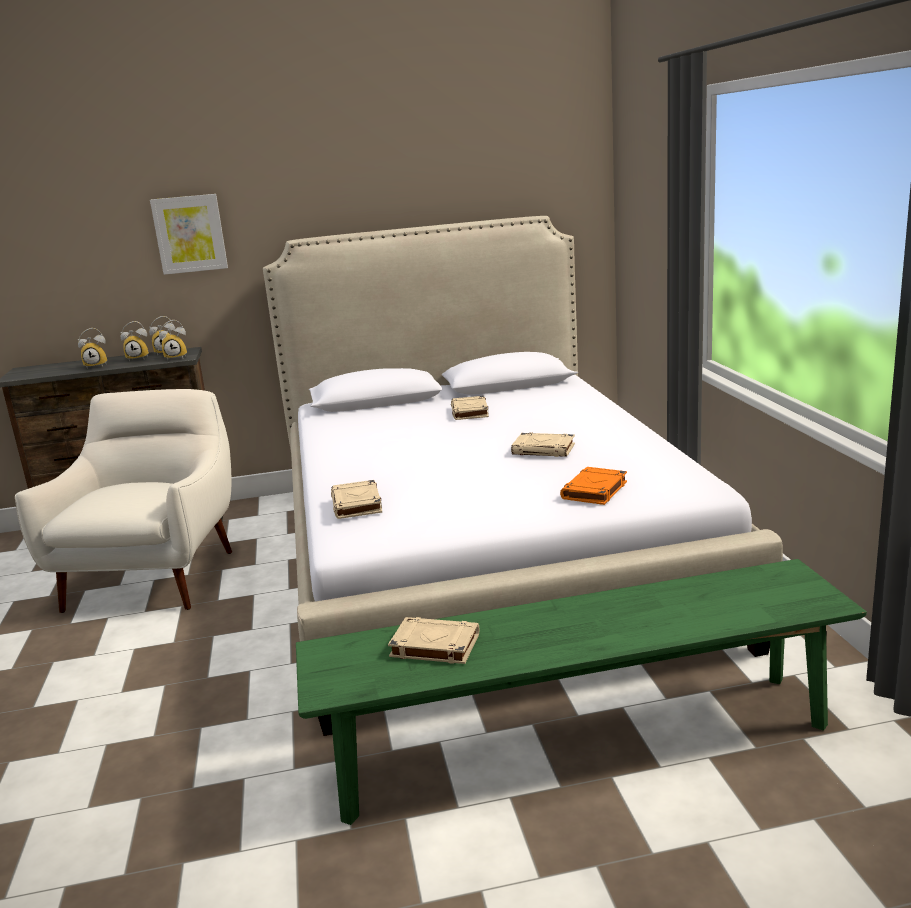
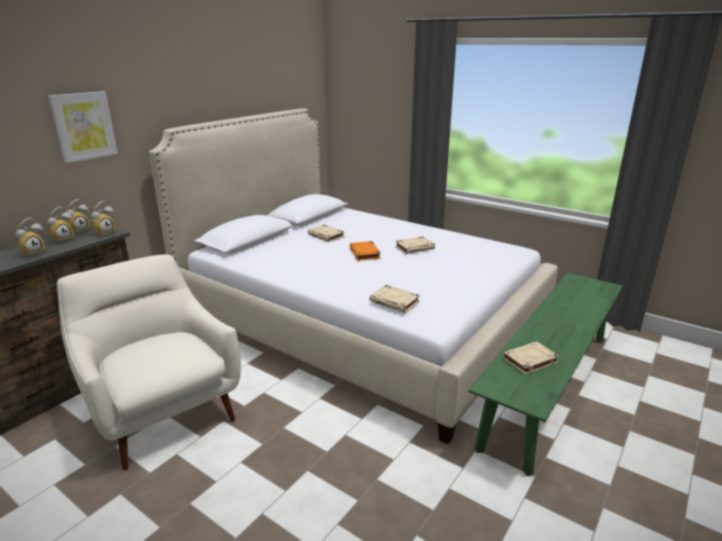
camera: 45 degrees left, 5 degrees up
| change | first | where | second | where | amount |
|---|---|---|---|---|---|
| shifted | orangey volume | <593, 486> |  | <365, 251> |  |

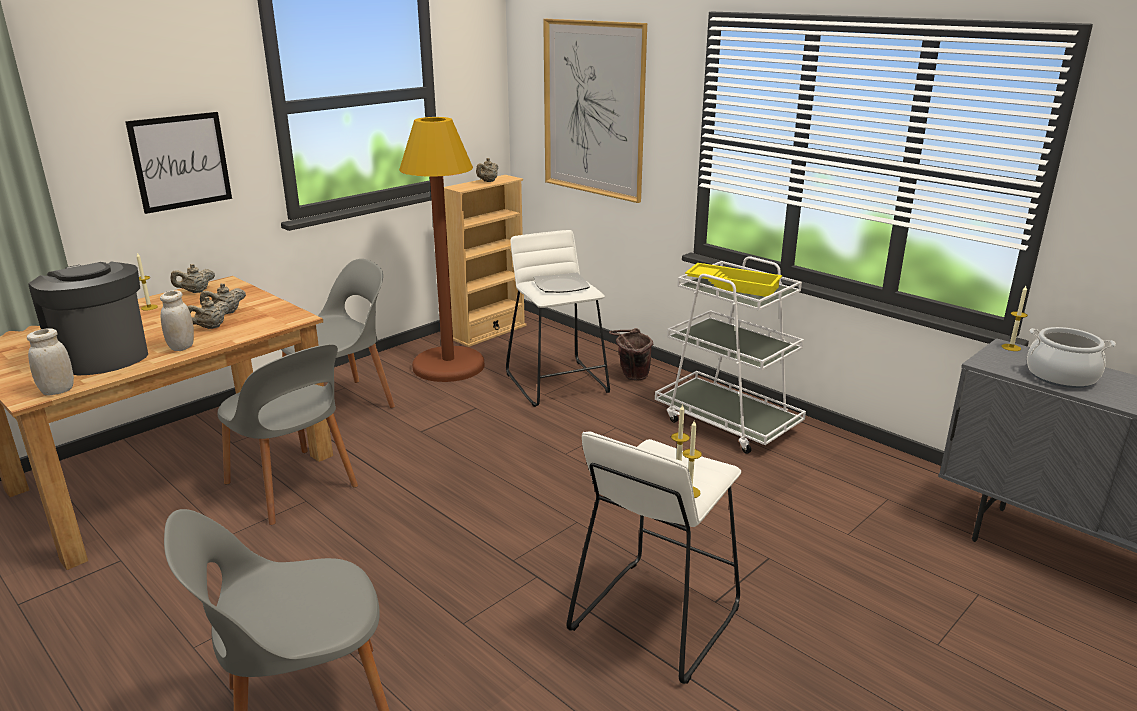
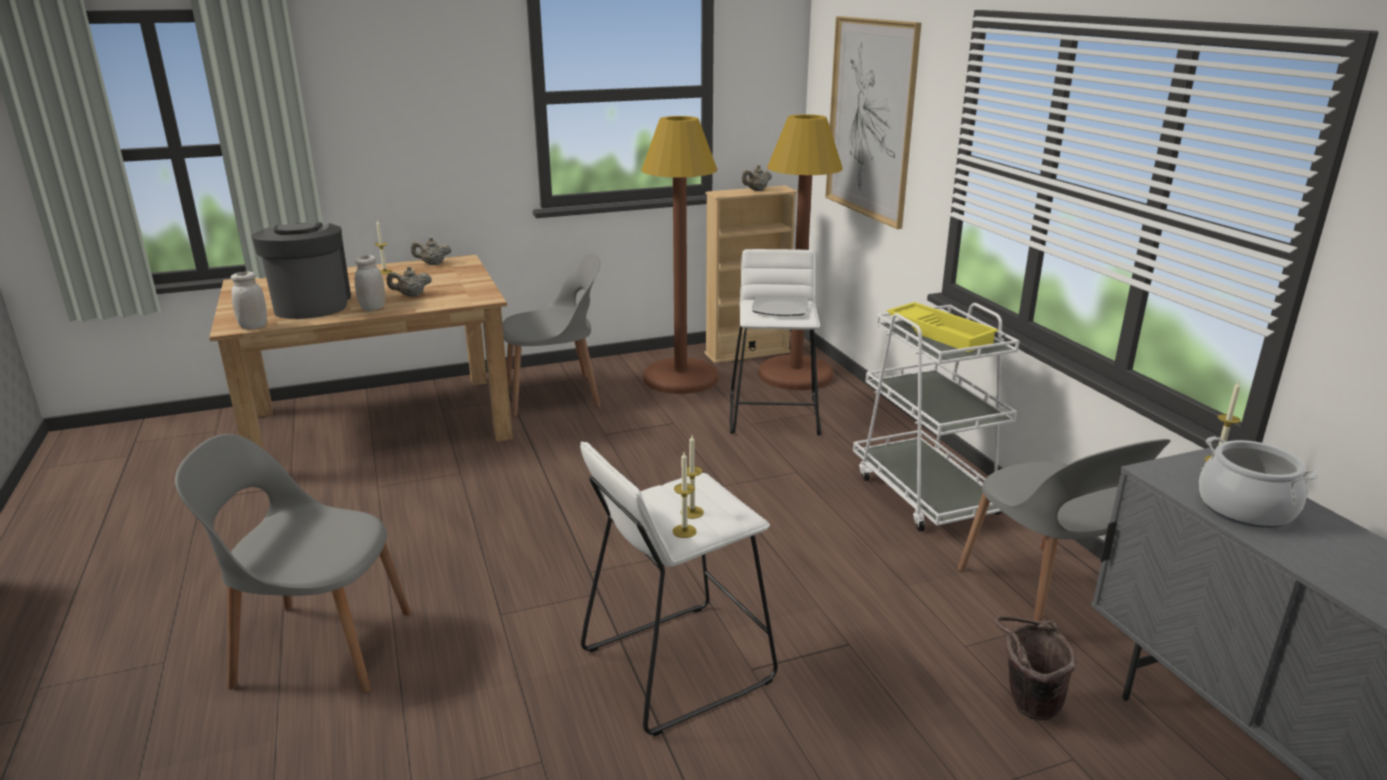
camera: 25 degrees right, 0 degrees up
| change | first | where | second | where | amount |
|---|---|---|---|---|---|
| gone | picture | <178, 163> |  |  |  |
| gone | beige-coloured pot for tea | <223, 298> |  |  |  |
| new |  |  | brown standard lamp | <801, 252> |  |
| shifted | gray plain chair | <288, 434> |  | <1064, 530> |  |
| shifted | brown pail | <631, 354> |  | <1036, 668> |  |

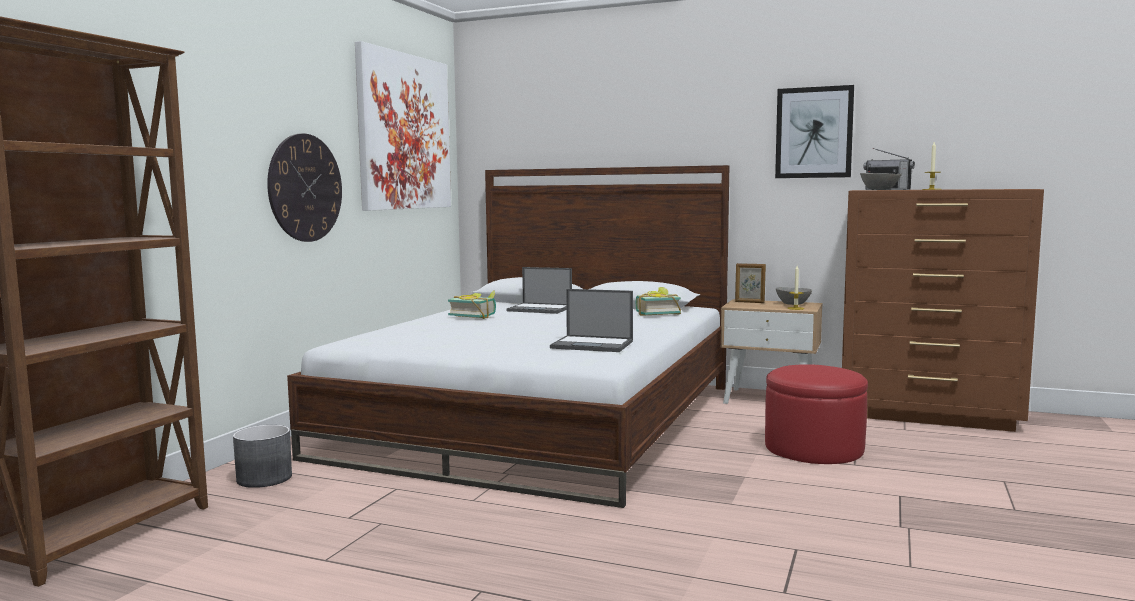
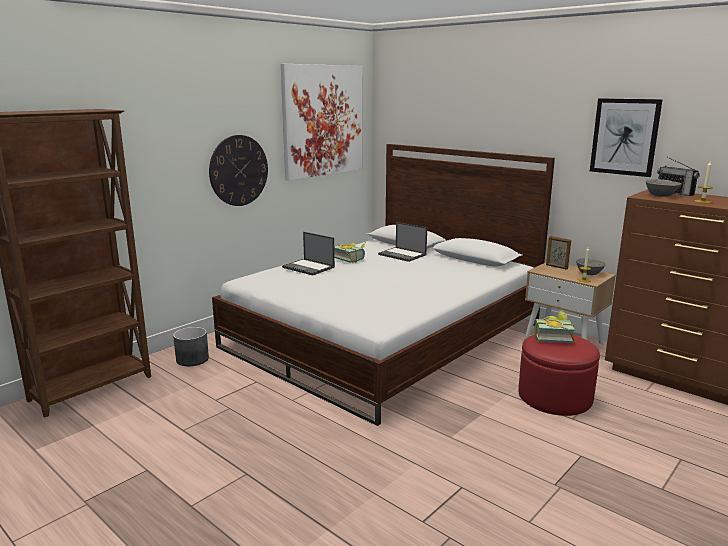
camera: 20 degrees right, 10 degrees up
| change | first | where | second | where | amount |
|---|---|---|---|---|---|
| shifted | laptop | <591, 320> |  | <308, 254> |  |
| shifted | volume | <658, 301> |  | <555, 327> |  |

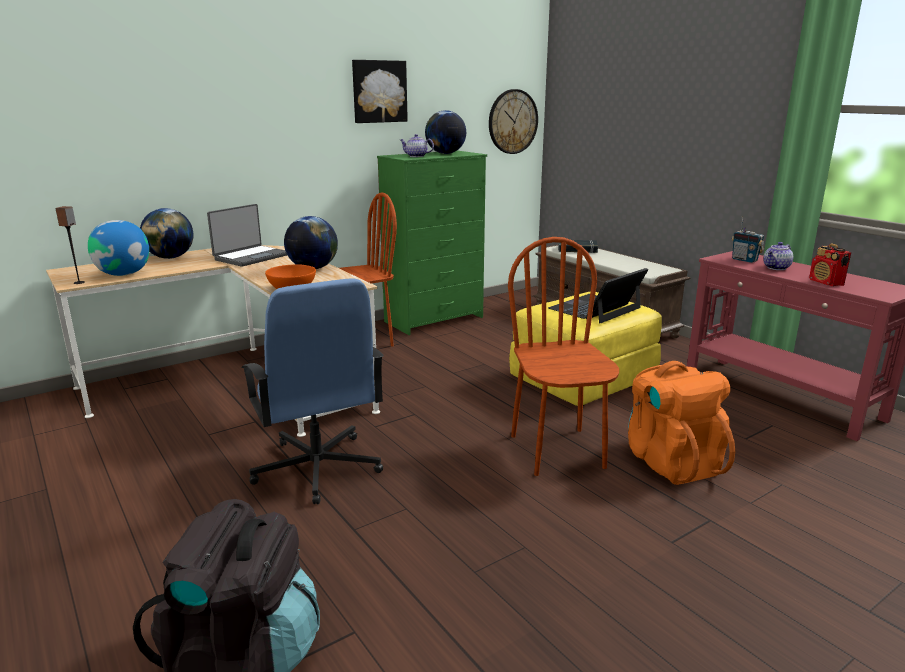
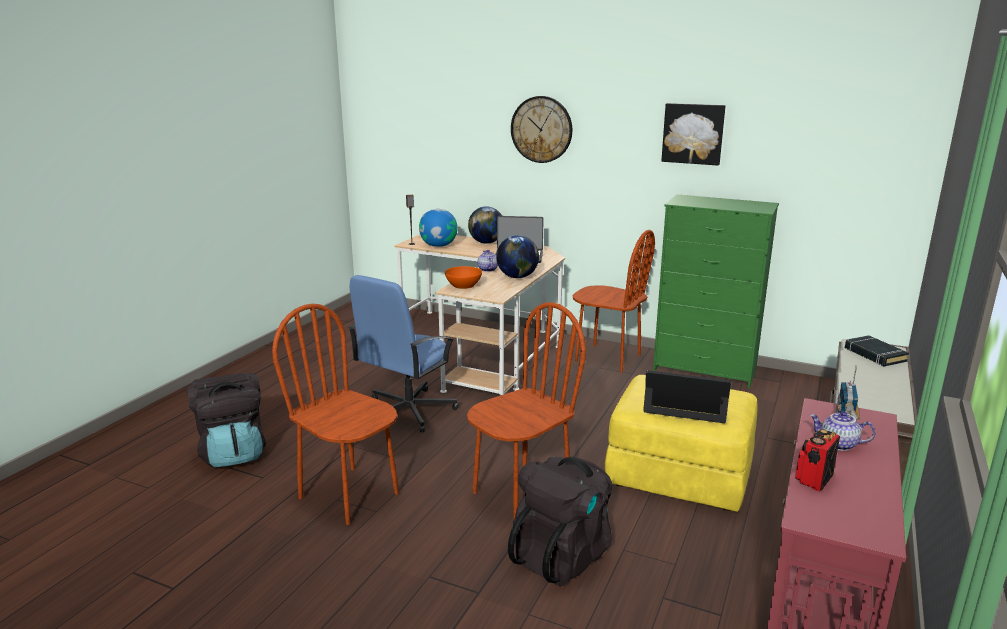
camera: 60 degrees right, 0 degrees up
| change | first | where | second | where | amount |
|---|---|---|---|---|---|
| gone | globe | <445, 132> |  |  |  |
| new |  |  | brown plain chair | <335, 414> |  |
| shifted | pot for tea | <417, 145> |  | <488, 261> |  |
| shifted | hanging clock | <513, 121> |  | <541, 129> |  |
| repainted | orangey knapsack | <681, 423> | blackish knapsack | <560, 521> |  |

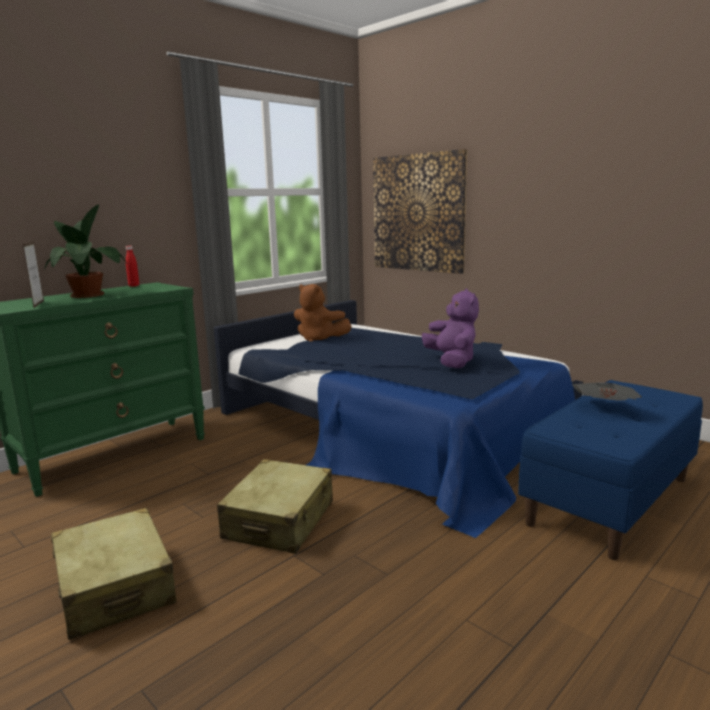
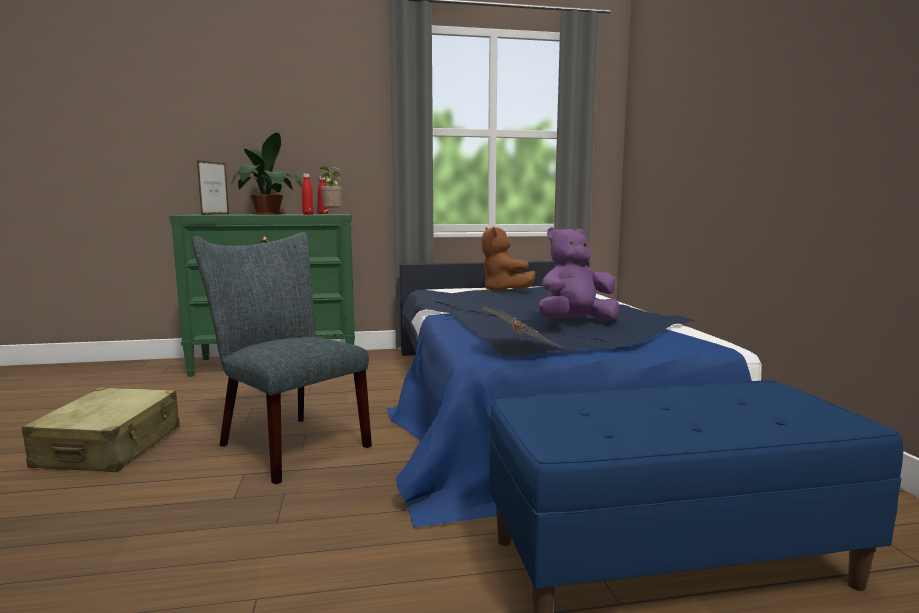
camera: 35 degrees right, 5 degrees down
| change | first | where | second | where | amount |
|---|---|---|---|---|---|
| gone | picture | <420, 211> |  |  |  |
| new |  |  | red-coloured bottle | <308, 194> |  |
| new |  |  | potted plant | <330, 190> |  |
| shifted | daily paper | <607, 392> |  | <523, 326> |  |
| swapped | beige-coloured suitcase | <275, 506> | gray plain chair | <282, 358> |  |
| rotated | purple-coloured cuddly toy | <450, 328> |  | <579, 274> | 135 degrees counterclockwise |

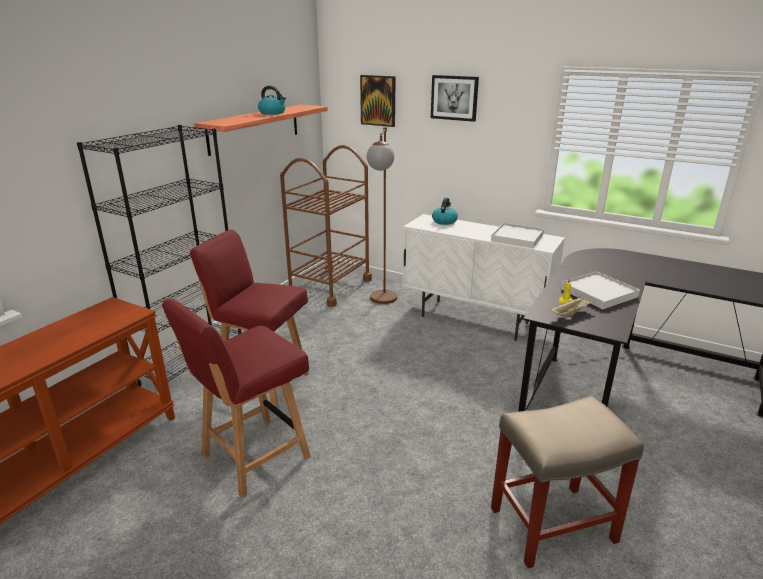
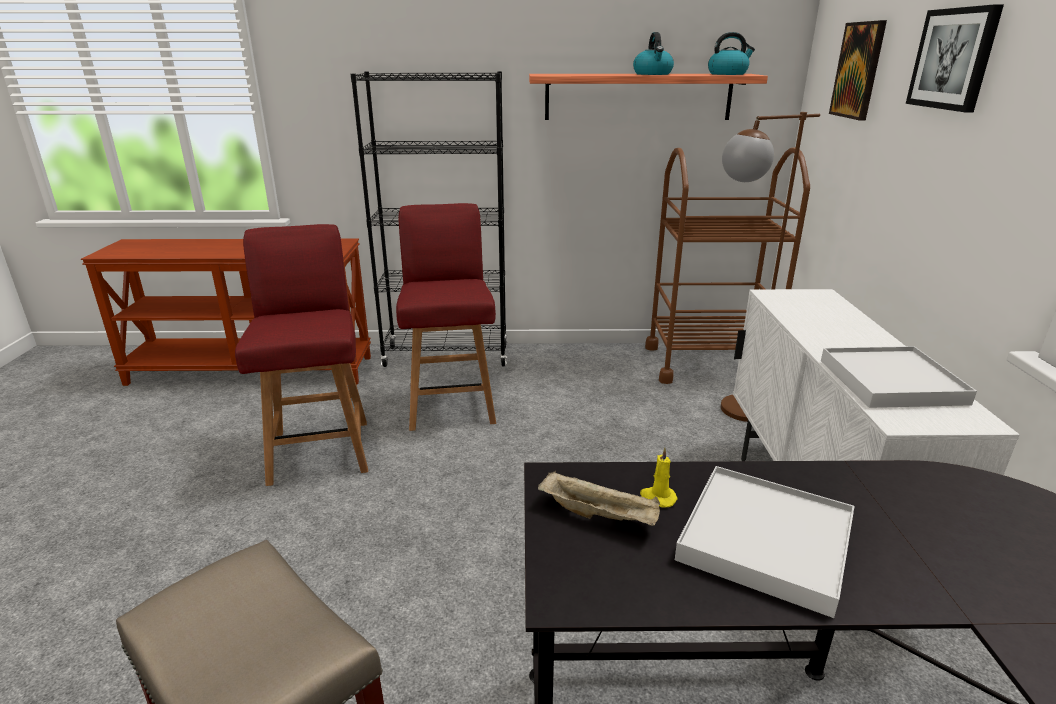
camera: 60 degrees right, 0 degrees up
| change | first | where | second | where | amount |
|---|---|---|---|---|---|
| shifted | tea kettle | <445, 211> |  | <731, 53> |  |
| rotated | red-coloured plain chair | <236, 398> |  | <301, 355> | 60 degrees clockwise |

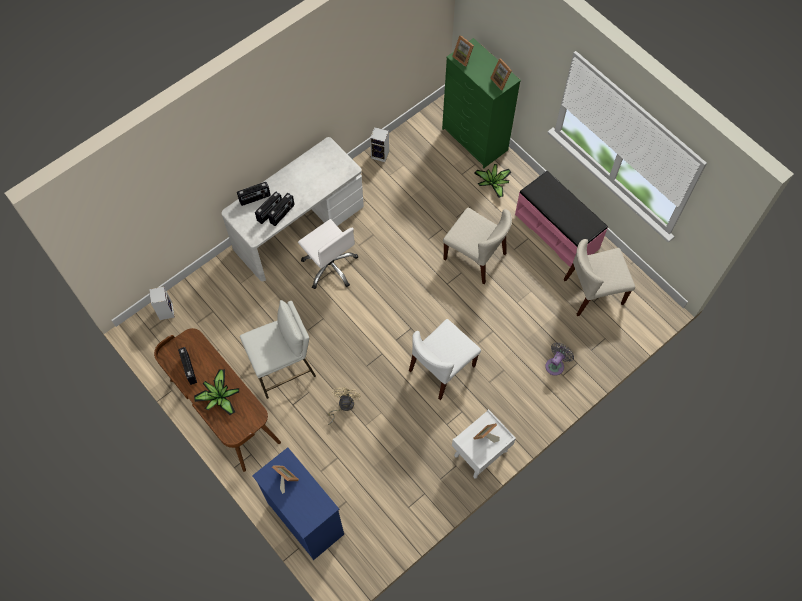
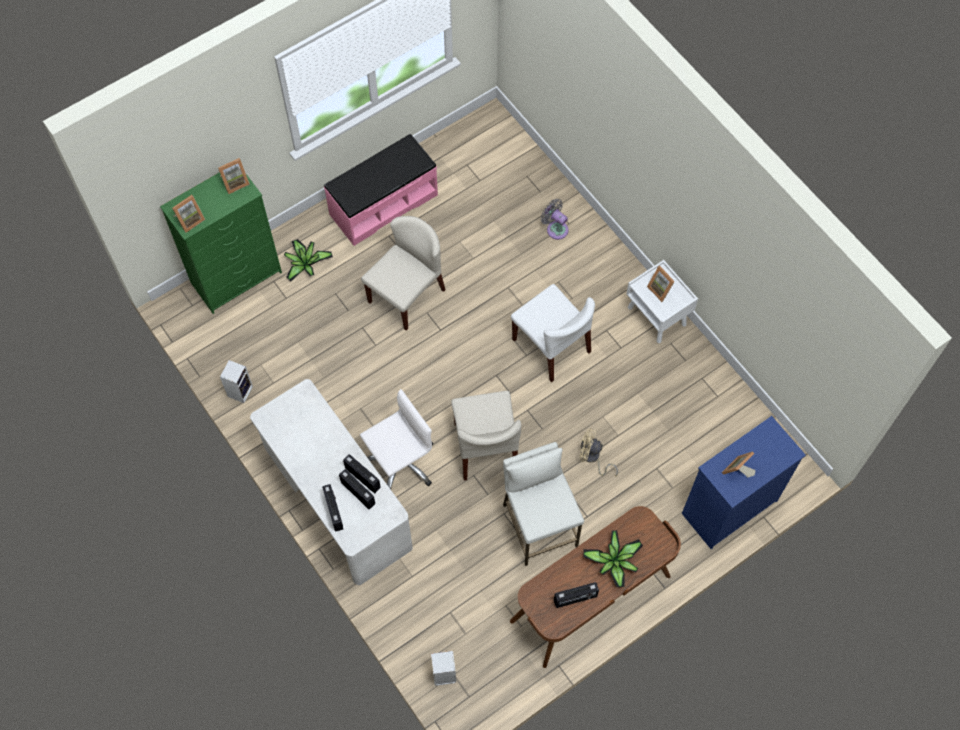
camera: 85 degrees left, 0 degrees up
| change | first | where | second | where | amount |
|---|---|---|---|---|---|
| shifted | beige-coloured plain chair | <599, 277> |  | <486, 435> |  |

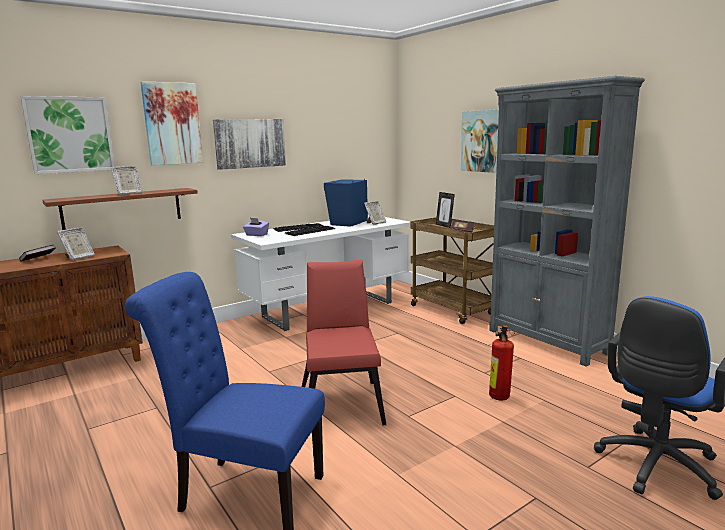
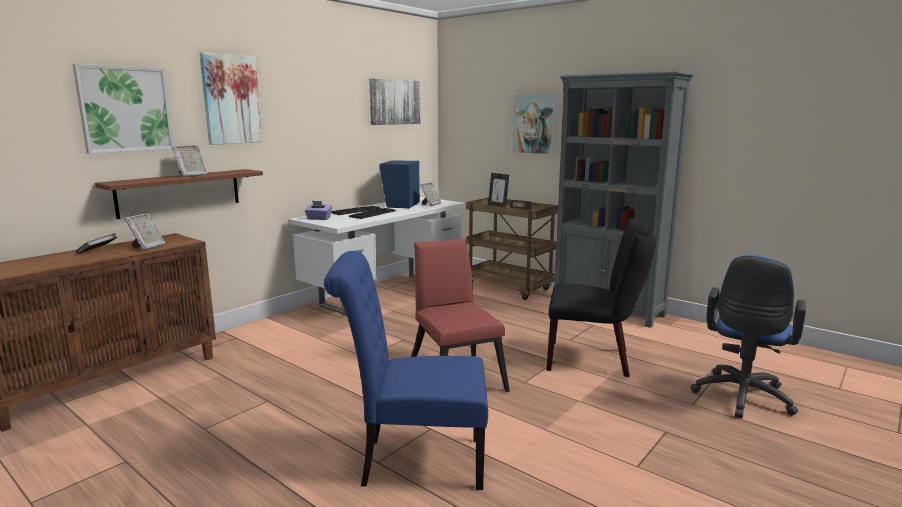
camera: 15 degrees left, 0 degrees up
| change | first | where | second | where | amount |
|---|---|---|---|---|---|
| shifted | picture | <249, 144> |  | <394, 101> |  |
| swapped | extinguisher | <501, 363> | blackish plain chair | <601, 297> |  |

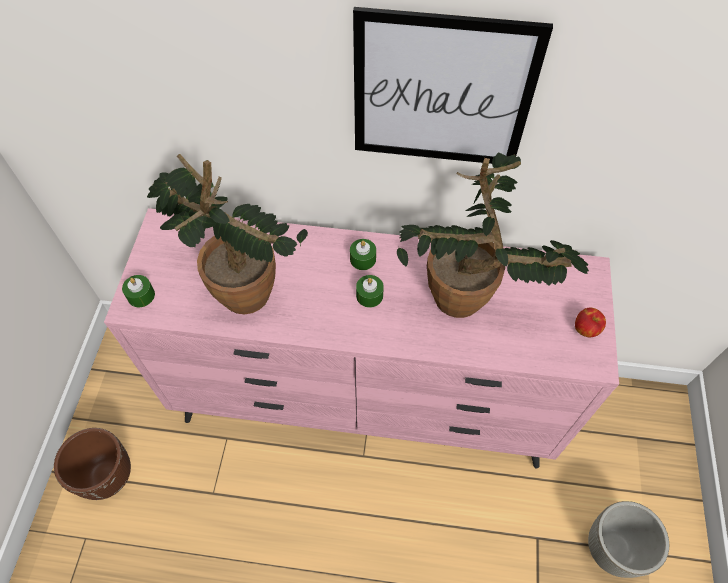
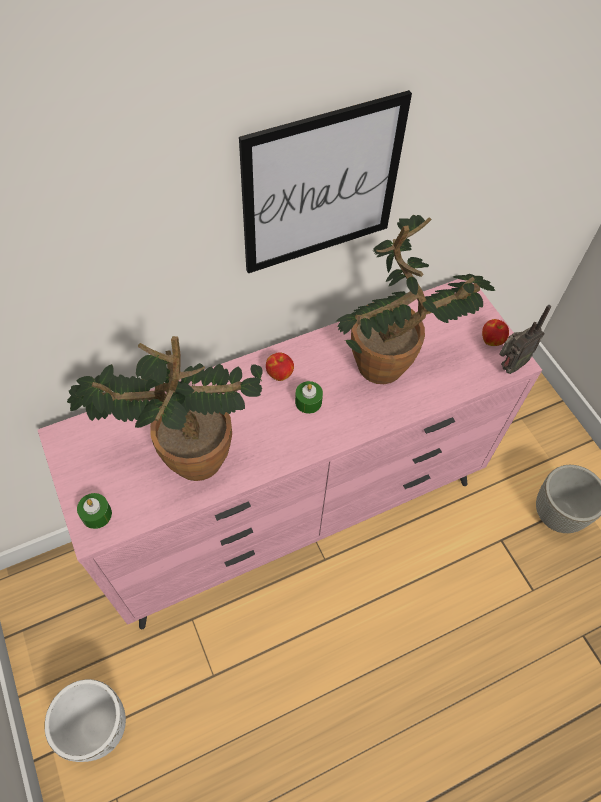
camera: 35 degrees left, 0 degrees up
| change | first | where | second | where | amount |
|---|---|---|---|---|---|
| new |  |  | radio set | <525, 339> |  |
| swapped | green-coloured wax candle | <363, 254> | apple fruit | <280, 366> |  |
| repainted | brown planter | <92, 464> | white planter | <85, 720> |  |

